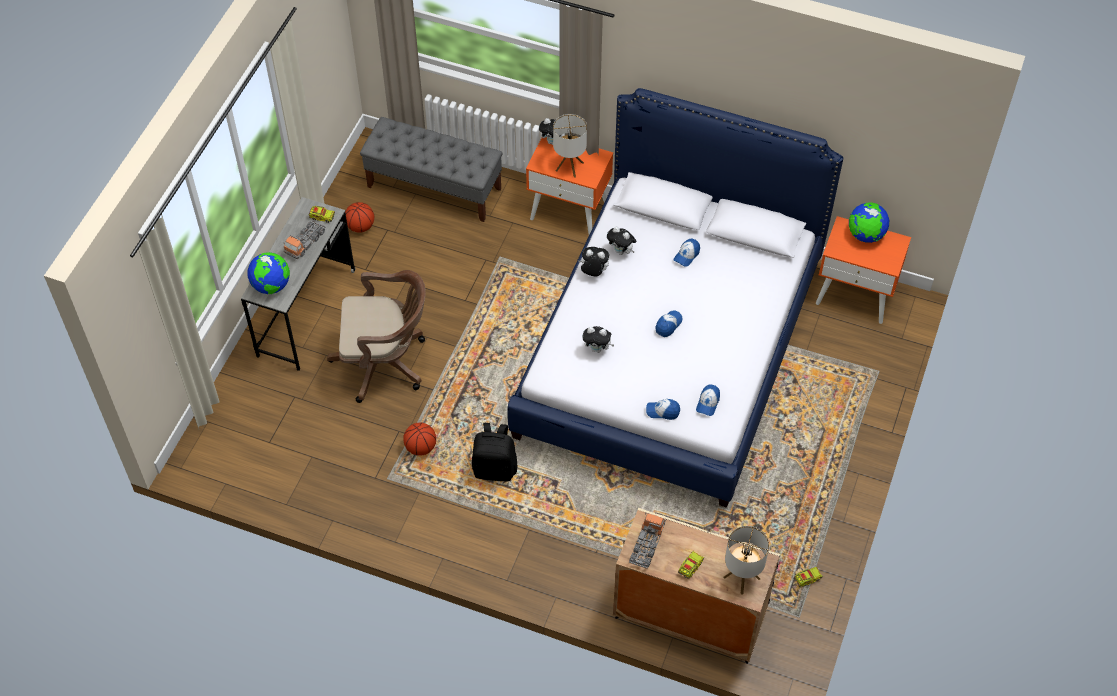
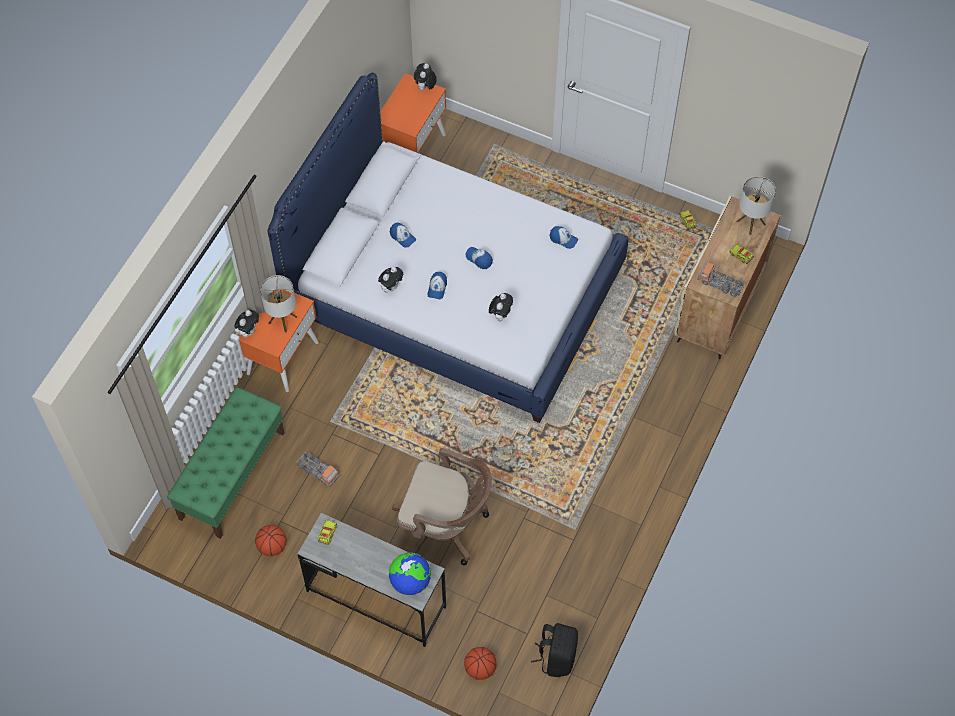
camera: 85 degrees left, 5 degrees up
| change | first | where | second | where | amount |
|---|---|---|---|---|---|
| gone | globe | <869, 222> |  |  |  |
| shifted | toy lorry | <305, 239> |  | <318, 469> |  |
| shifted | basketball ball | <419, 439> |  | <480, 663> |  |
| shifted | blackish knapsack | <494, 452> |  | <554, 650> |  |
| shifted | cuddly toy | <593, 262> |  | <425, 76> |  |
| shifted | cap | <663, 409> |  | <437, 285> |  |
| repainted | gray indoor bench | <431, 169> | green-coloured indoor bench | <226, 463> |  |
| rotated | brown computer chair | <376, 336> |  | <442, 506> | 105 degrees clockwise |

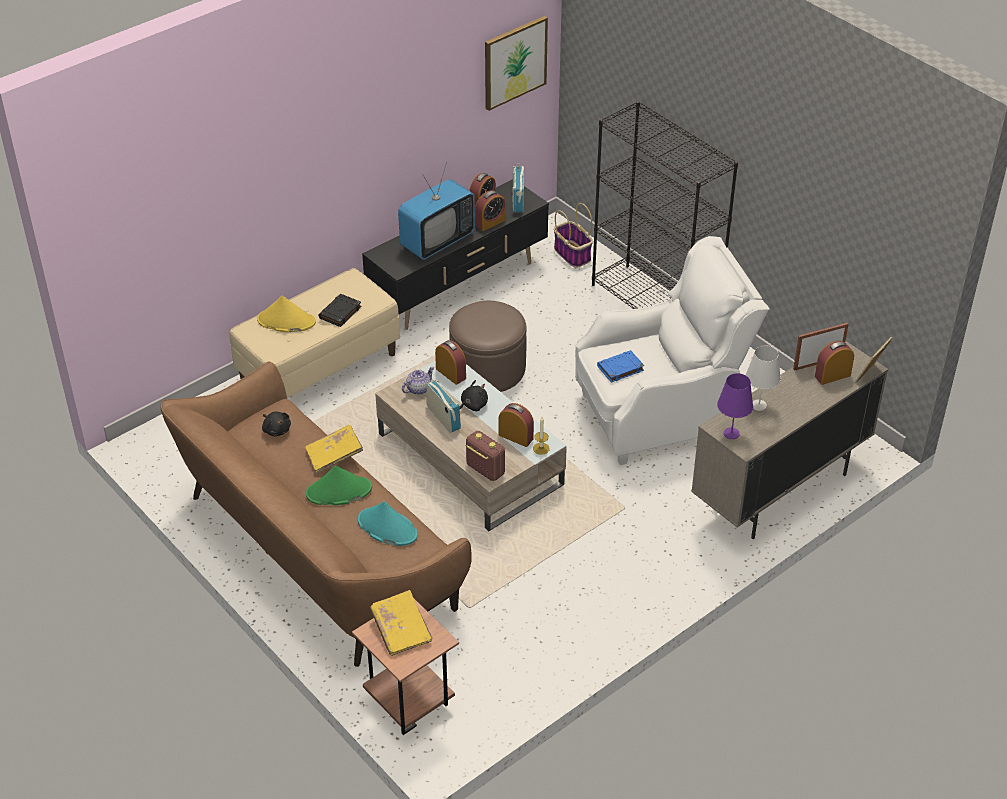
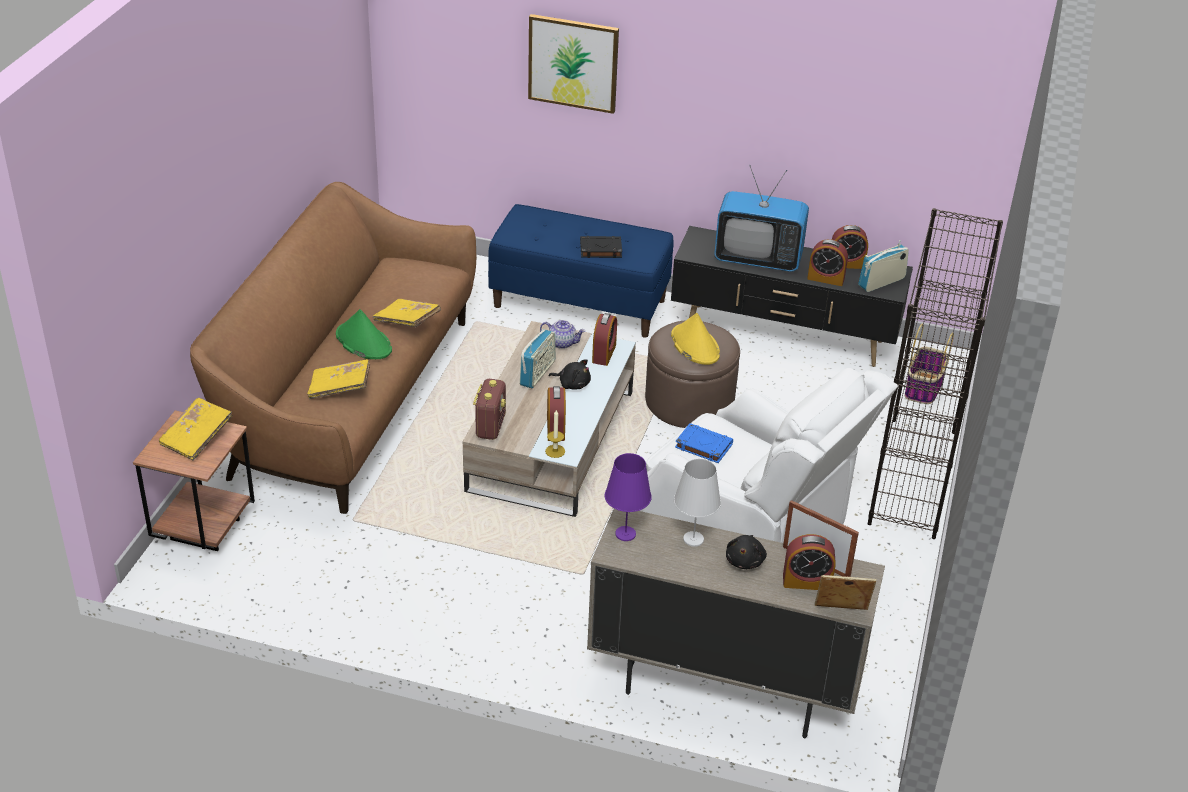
camera: 55 degrees right, 5 degrees down
| change | first | where | second | where | amount |
|---|---|---|---|---|---|
| shifted | yellow hat | <286, 314> |  | <695, 339> |  |
| shifted | blackish cuddly toy | <276, 424> |  | <746, 552> |  |
| shifted | picture | <516, 63> |  | <573, 64> |  |
| swapped | blue-green hat | <388, 523> | yellow volume | <338, 379> |  |
| repainted | beige-coloured indoor bench | <315, 333> | blue indoor bench | <581, 271> |  |
| rotated | alarm clock | <834, 363> |  | <809, 562> | 150 degrees clockwise |

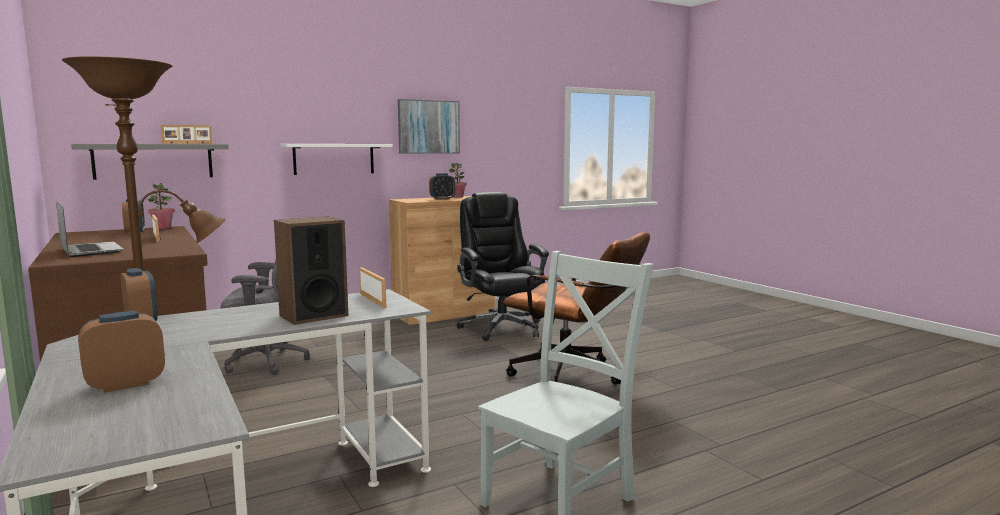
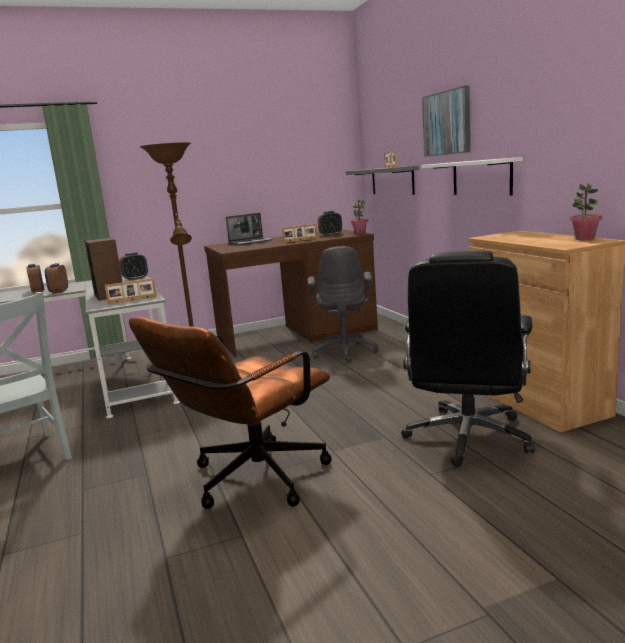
camera: 100 degrees right, 5 degrees up
| change | first | where | second | where | amount |
|---|---|---|---|---|---|
| shifted | picture | <429, 126> |  | <446, 121> |  |
| shifted | alarm clock | <442, 186> |  | <56, 278> |  |
| rotated | blackish computer chair | <503, 266> |  | <468, 359> | 120 degrees clockwise |

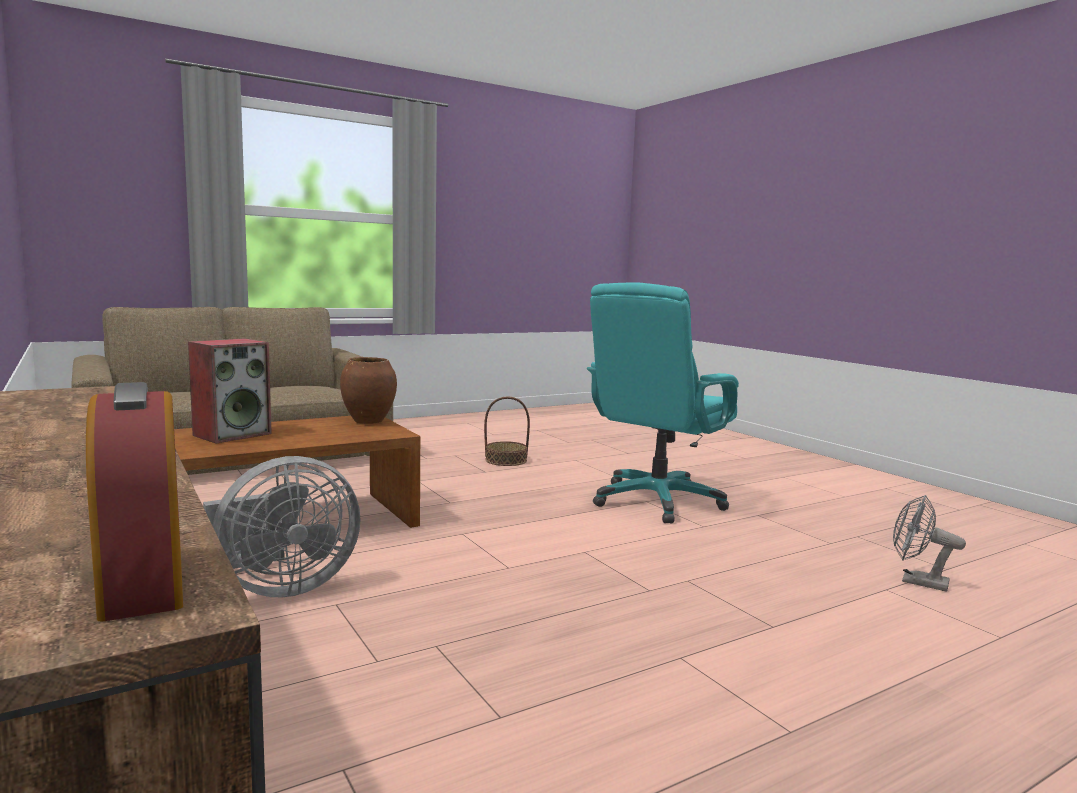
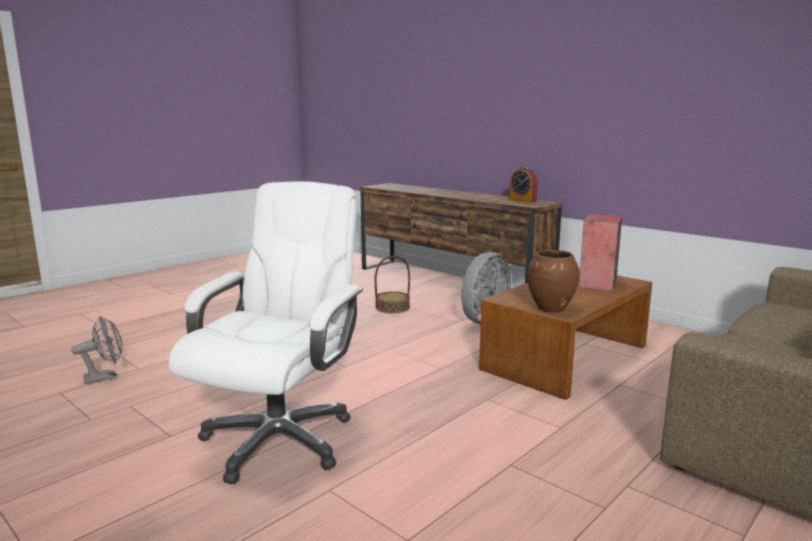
camera: 165 degrees right, 5 degrees up
| change | first | where | second | where | amount |
|---|---|---|---|---|---|
| shifted | alarm clock | <134, 502> |  | <523, 185> |  |
| shifted | storage basket | <507, 431> |  | <392, 284> |  |
| repainted | blue-green computer chair | <663, 403> | white computer chair | <265, 332> |  |
| rotated | gray electric fan | <929, 543> |  | <97, 350> | 45 degrees counterclockwise |

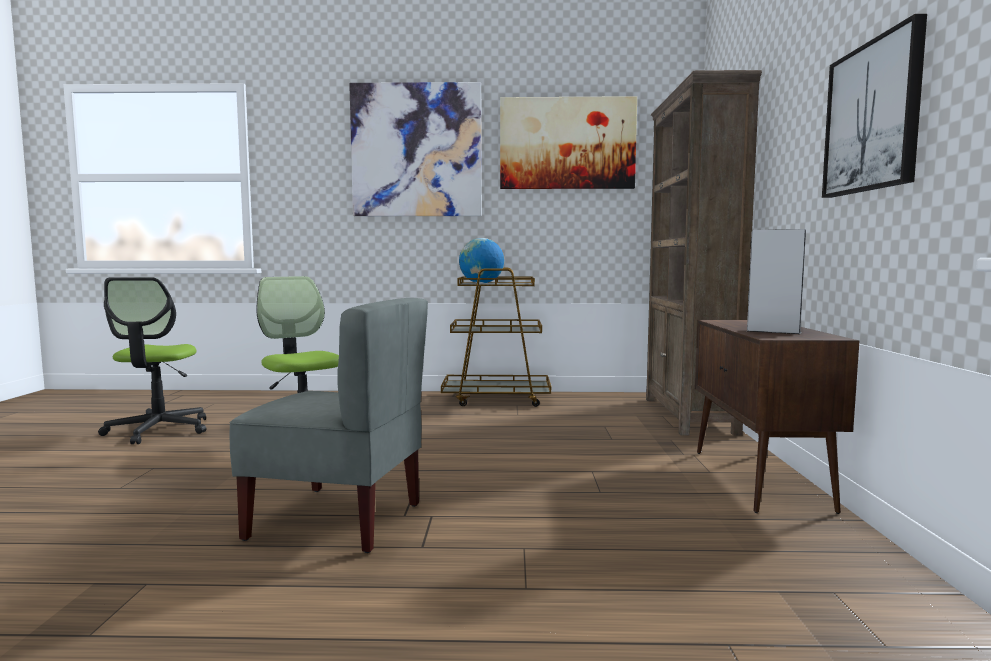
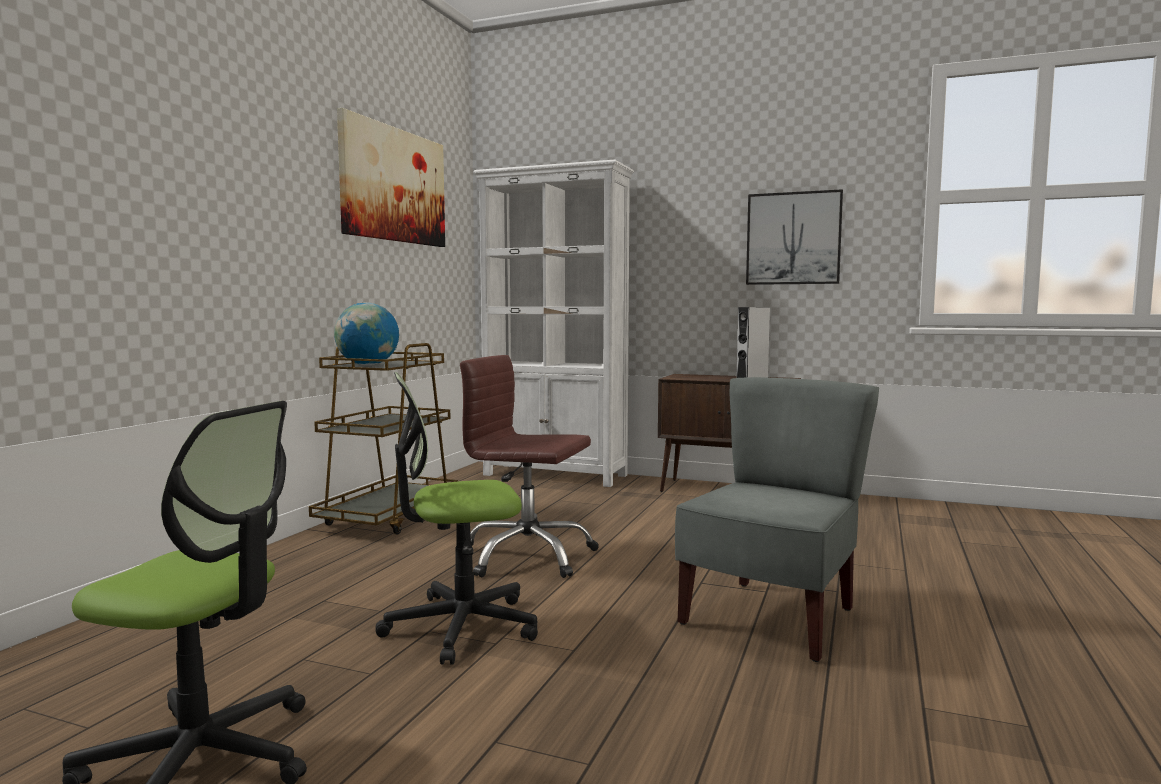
camera: 70 degrees left, 0 degrees up
| change | first | where | second | where | amount |
|---|---|---|---|---|---|
| gone | picture | <415, 149> |  |  |  |
| new |  |  | brown computer chair | <529, 466> |  |
| repainted | brown bookcase | <704, 253> | white bookcase | <553, 323> |  |

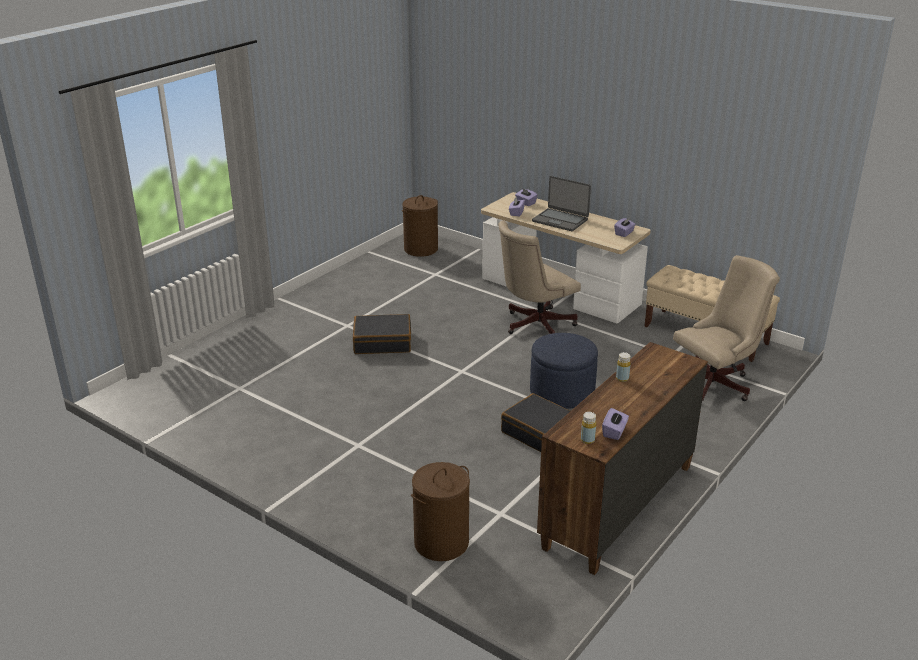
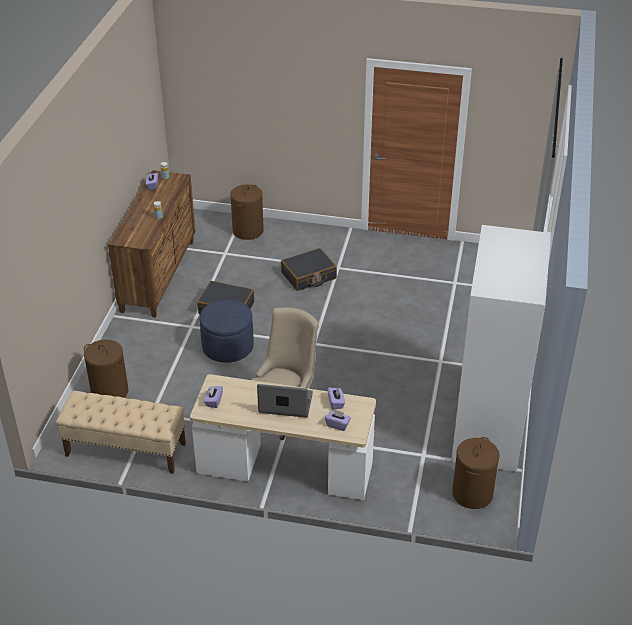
camera: 155 degrees right, 10 degrees up
| change | first | where | second | where | amount |
|---|---|---|---|---|---|
| new |  |  | white wardrobe | <501, 348> |  |
| shifted | blackish suitcase | <382, 334> |  | <309, 269> |  |
| swapped | beige-coloured computer chair | <726, 328> | brown laundry basket | <106, 368> |  |

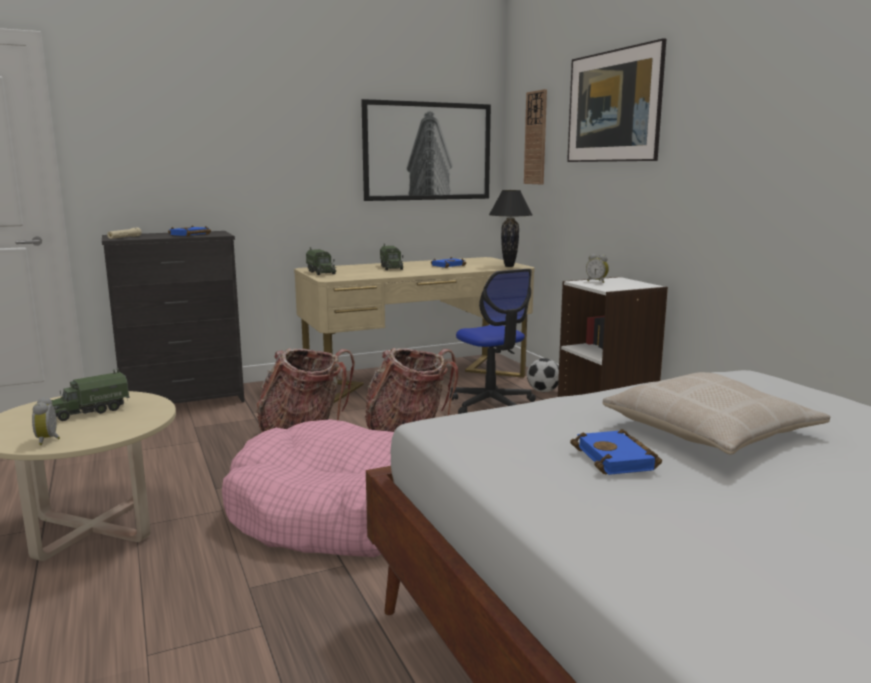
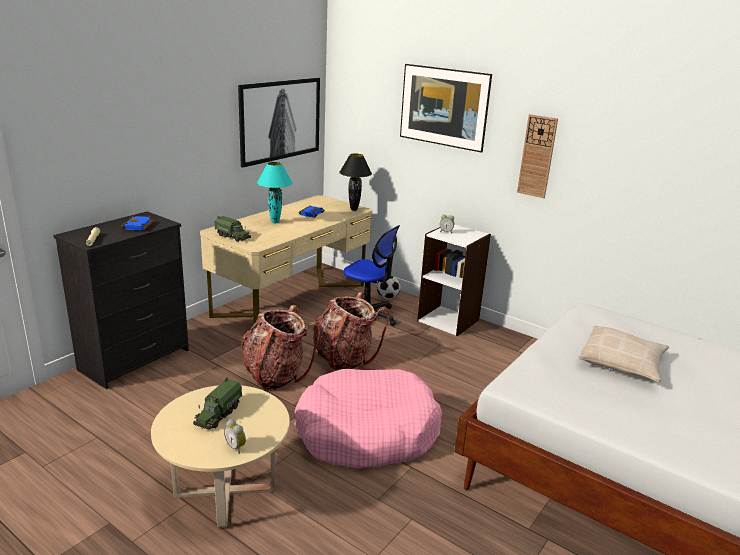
camera: 30 degrees left, 10 degrees up
| change | first | where | second | where | amount |
|---|---|---|---|---|---|
| gone | blue volume | <616, 452> |  |  |  |
| shifted | hanging clock | <535, 137> |  | <537, 156> |  |
| swapped | toy lorry | <392, 256> | blue-green table lamp | <275, 192> |  |

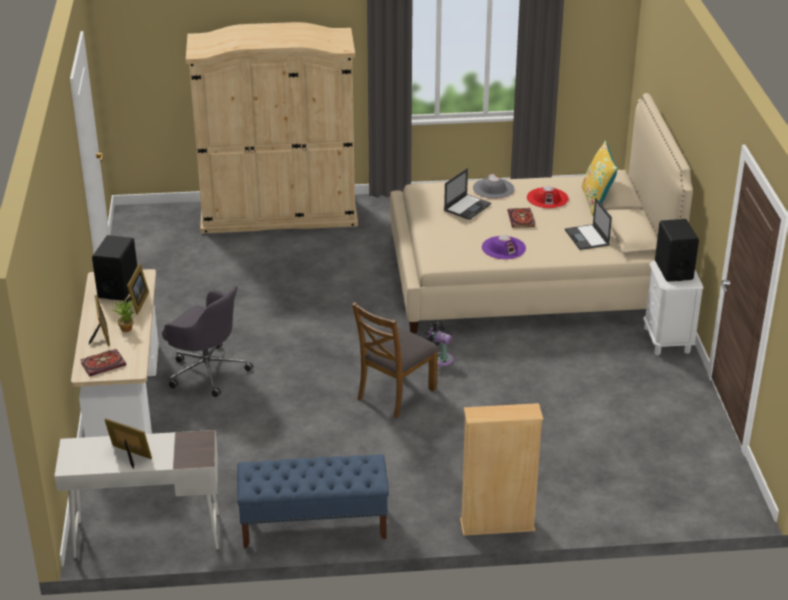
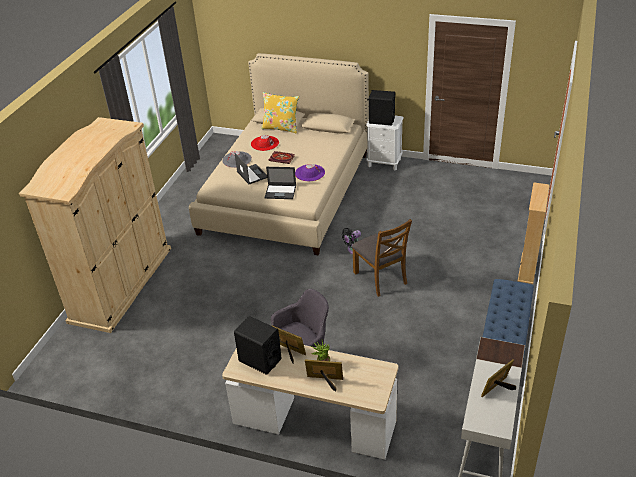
camera: 65 degrees left, 5 degrees up
| change | first | where | second | where | amount |
|---|---|---|---|---|---|
| gone | volume | <103, 362> |  |  |  |
| shifted | laptop | <588, 224> |  | <280, 183> |  |

